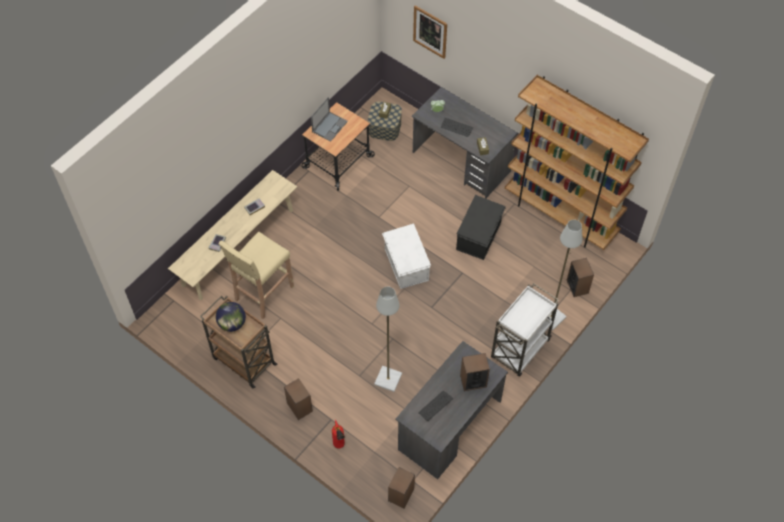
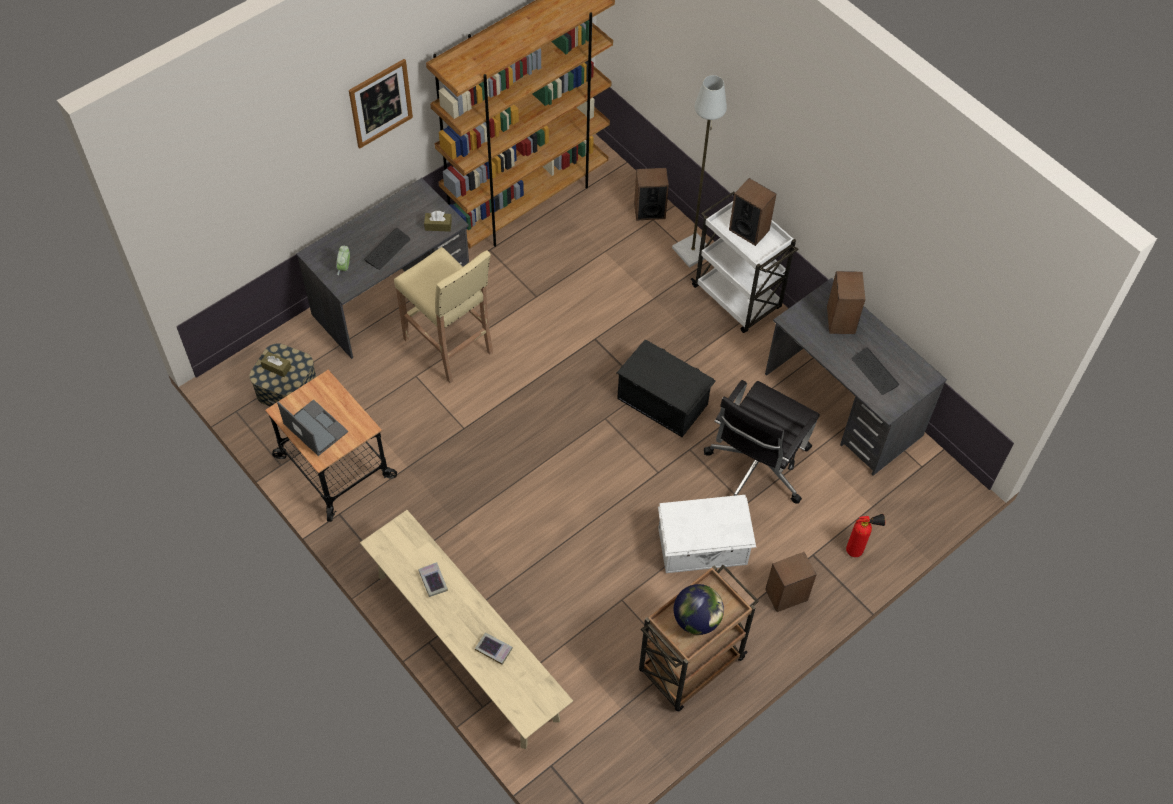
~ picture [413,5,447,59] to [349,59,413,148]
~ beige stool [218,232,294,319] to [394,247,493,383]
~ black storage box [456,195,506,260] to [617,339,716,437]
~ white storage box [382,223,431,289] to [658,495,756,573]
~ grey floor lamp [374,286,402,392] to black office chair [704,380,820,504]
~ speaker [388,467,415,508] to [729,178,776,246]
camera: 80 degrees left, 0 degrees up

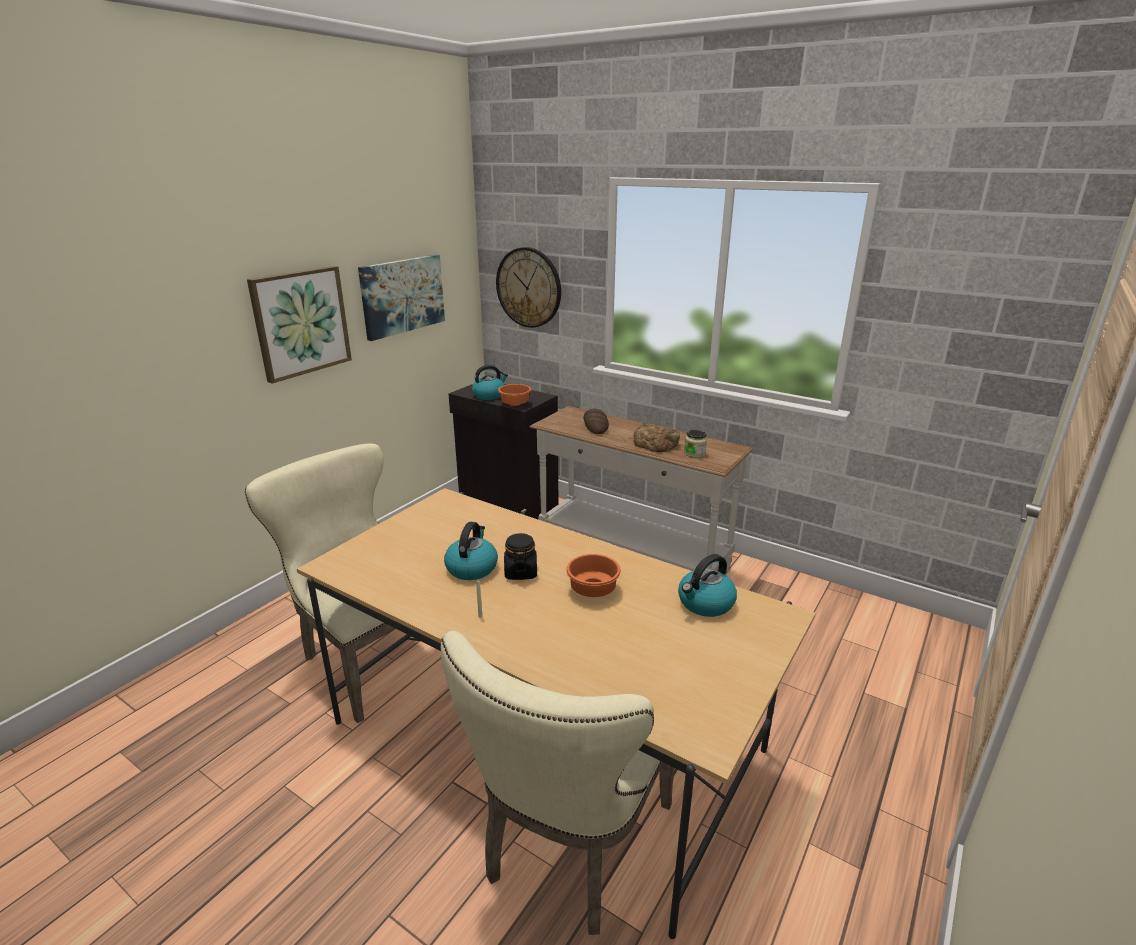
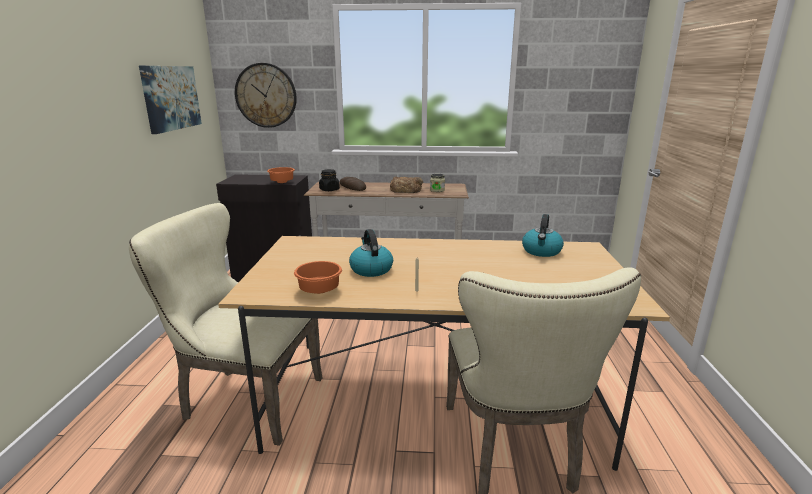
~ orange bowl [566,554,621,597] to [294,261,342,294]
~ black jar [504,533,537,580] to [319,169,340,191]
- picture [247,266,352,384]
- kettle [472,365,508,400]
camera: 30 degrees left, 5 degrees down

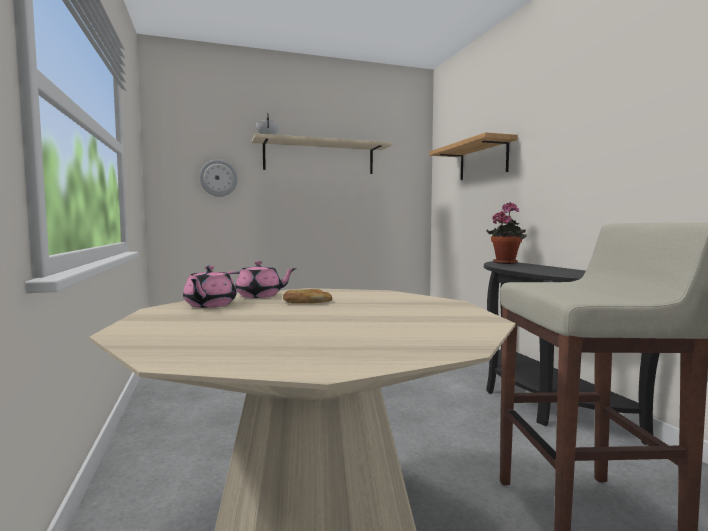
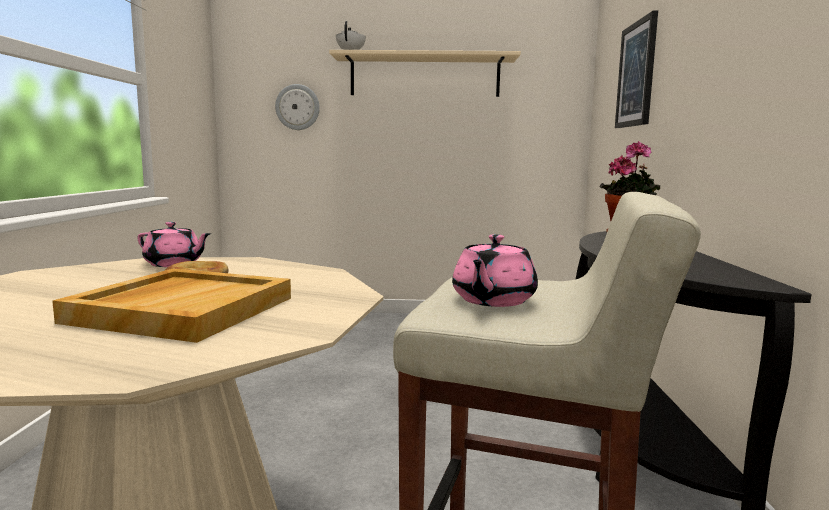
+ beige tray [52,269,291,343]
~ pink teapot [183,266,236,308] to [452,234,538,307]
~ shelf [429,132,518,180] to picture [615,11,658,128]
camera: 20 degrees right, 5 degrees up

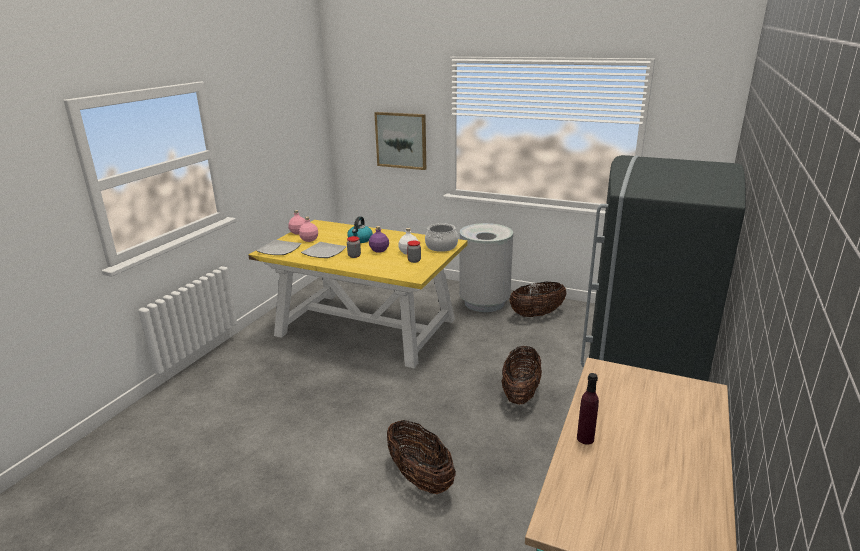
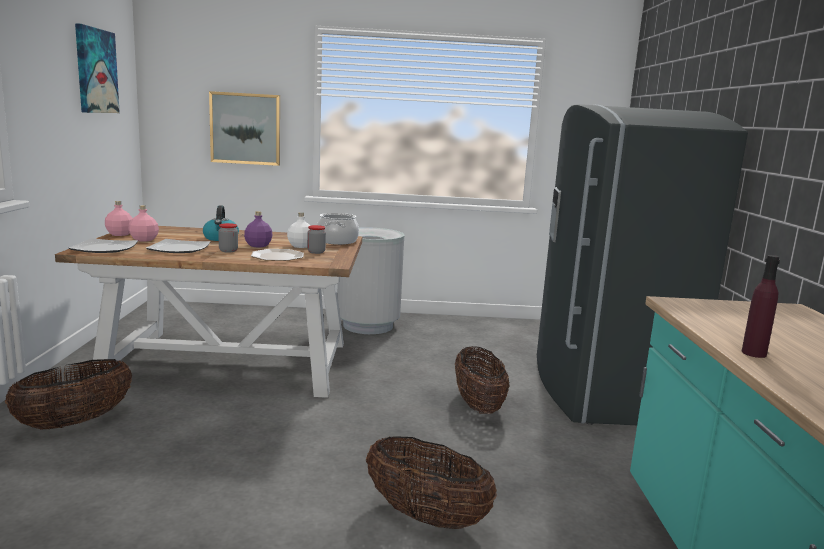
~ basket [509,282,567,317] to [5,359,132,430]
~ yellow dining table [248,220,468,368] to brown dining table [55,226,362,398]
+ picture [75,23,120,113]
+ plate [251,249,304,261]
camera: 25 degrees left, 10 degrees down

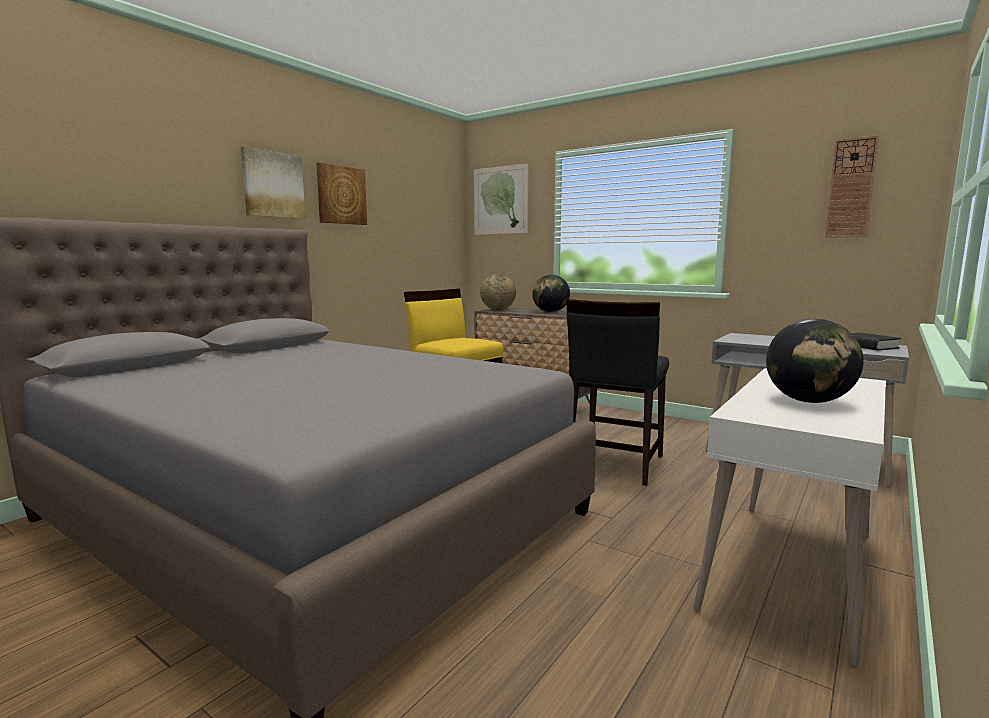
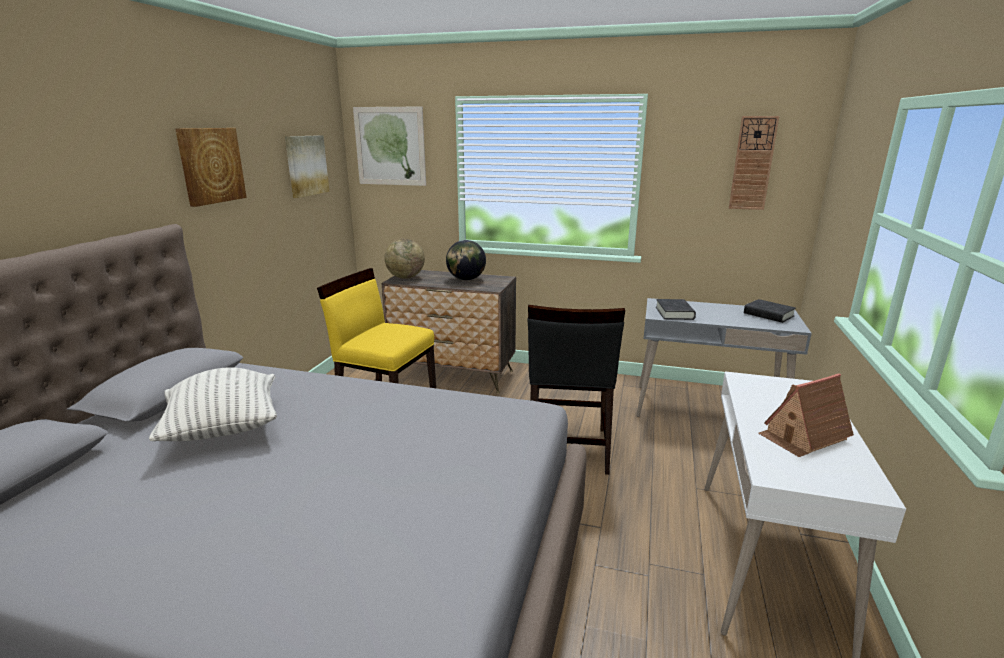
+ pillow [149,367,277,441]
~ picture [241,146,306,219] to [285,135,329,198]
+ black book [656,299,696,320]
~ globe [766,319,863,403] to toy house [758,373,854,457]
camera: 20 degrees left, 10 degrees up

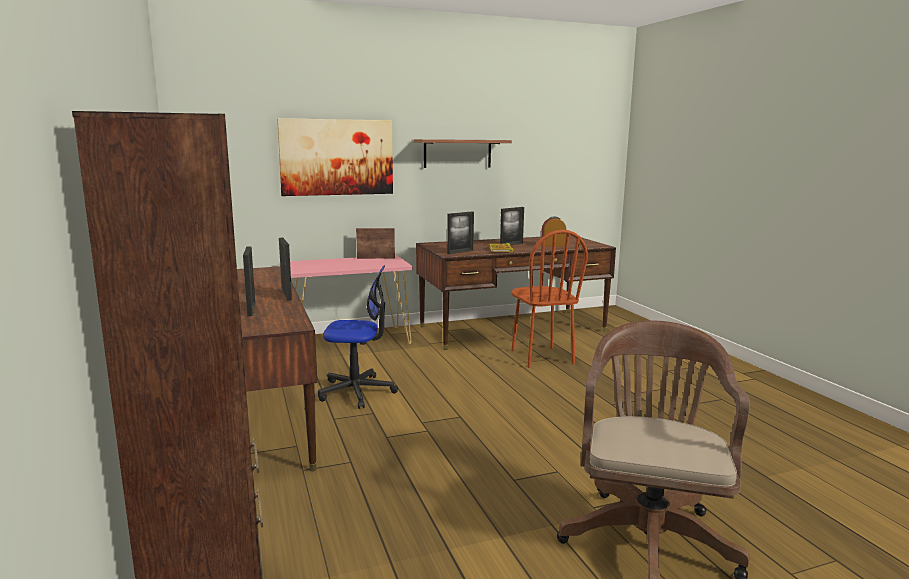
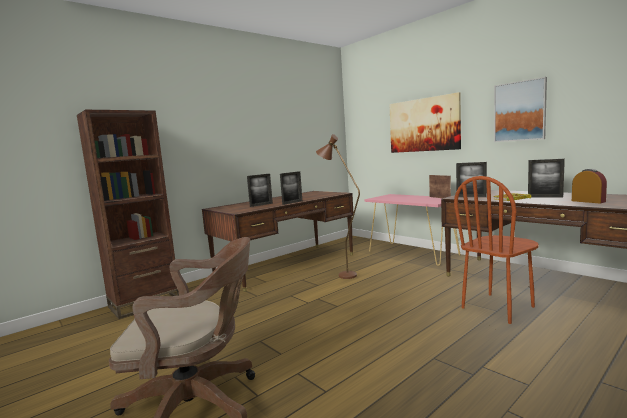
~ office chair [318,265,398,409] to brown floor lamp [316,134,360,279]
~ shelf [414,139,512,168] to picture [494,77,547,142]
camera: 70 degrees right, 5 degrees down

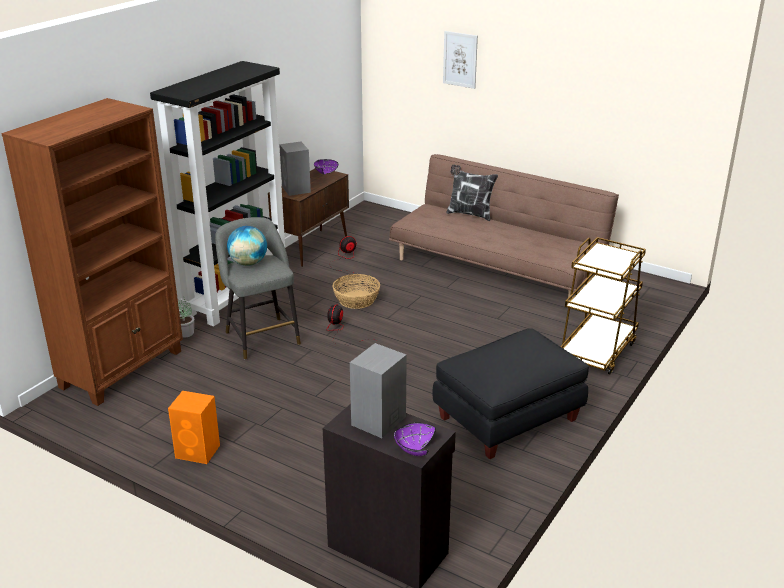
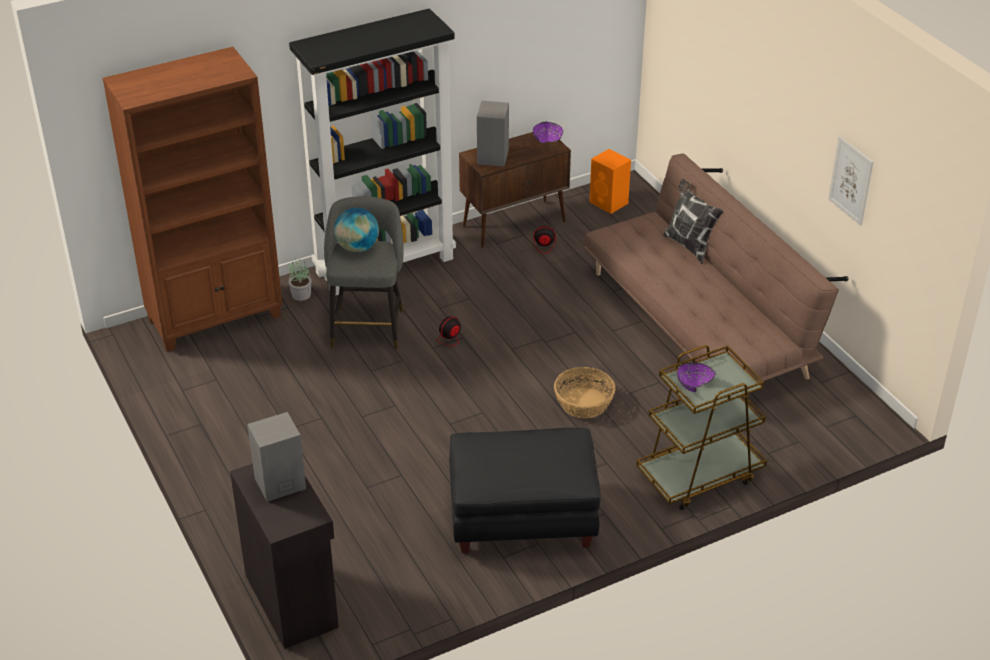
~ basket [332,274,380,309] to [554,367,615,418]
~ orange speaker [168,391,220,464] to [589,149,631,214]
~ purple bowl [394,423,436,456] to [677,363,716,392]
~ picture [443,31,478,89] to [828,136,873,225]
camera: 30 degrees right, 10 degrees up

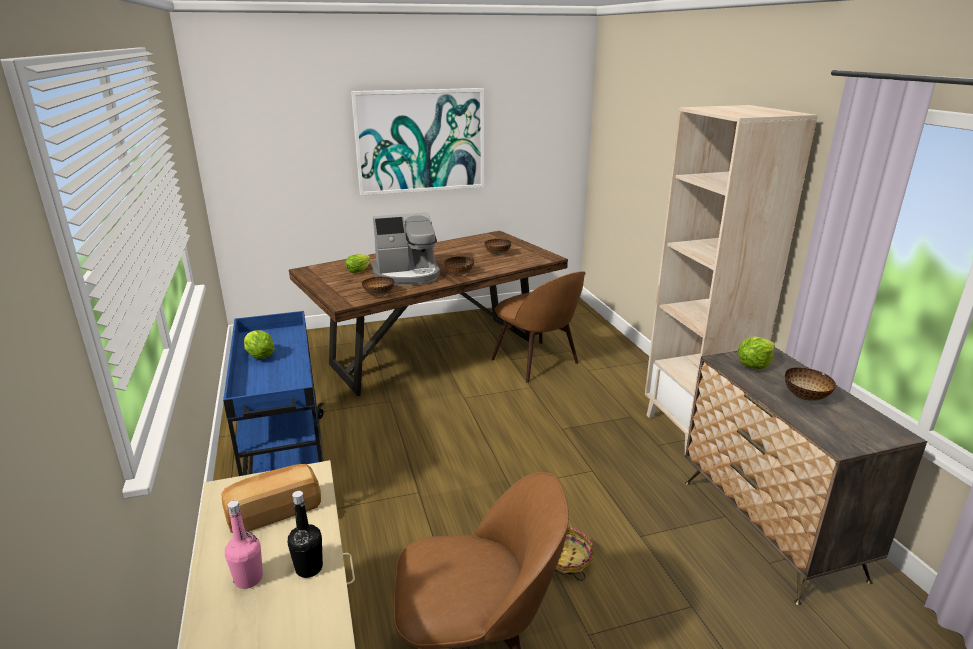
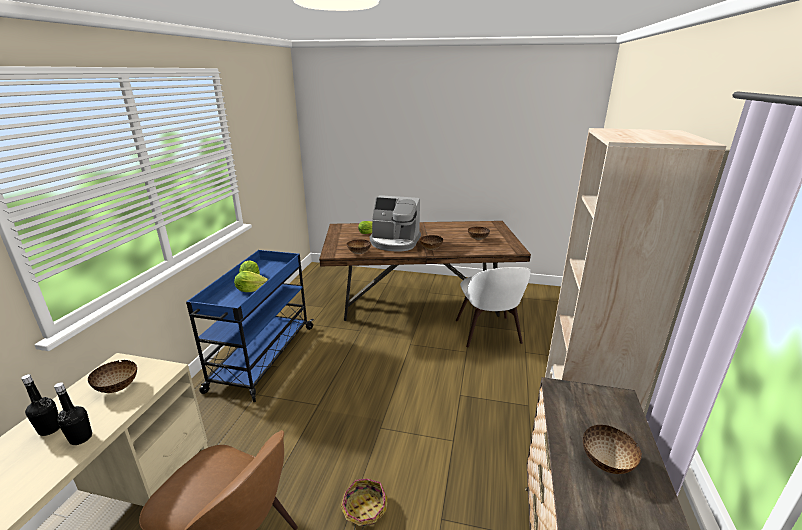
~ pink bottle [225,500,263,589] to black bottle [21,374,60,436]
~ bread [221,464,321,533] to bowl [88,360,137,393]
~ lettuce [738,337,775,369] to [234,271,268,292]
~ brown chair [491,271,586,383] to white chair [456,267,531,347]
- picture [351,88,484,195]
camera: 30 degrees right, 0 degrees up

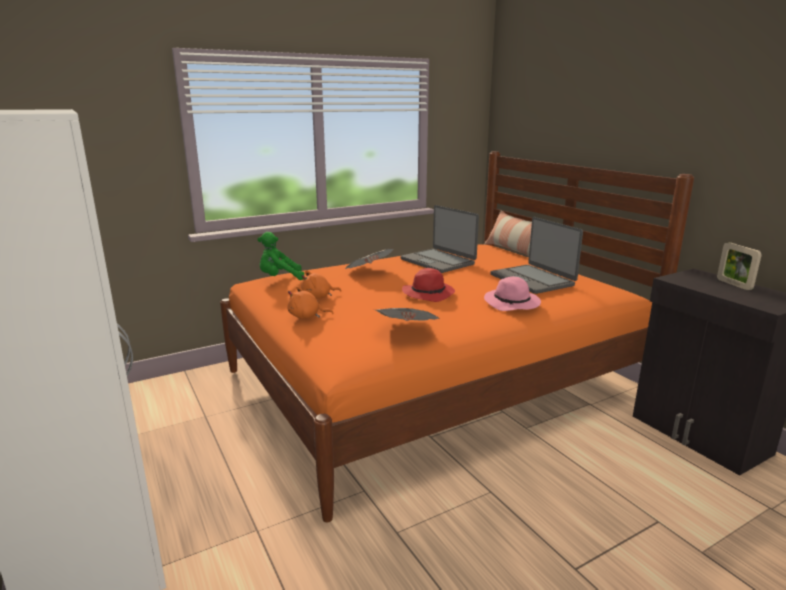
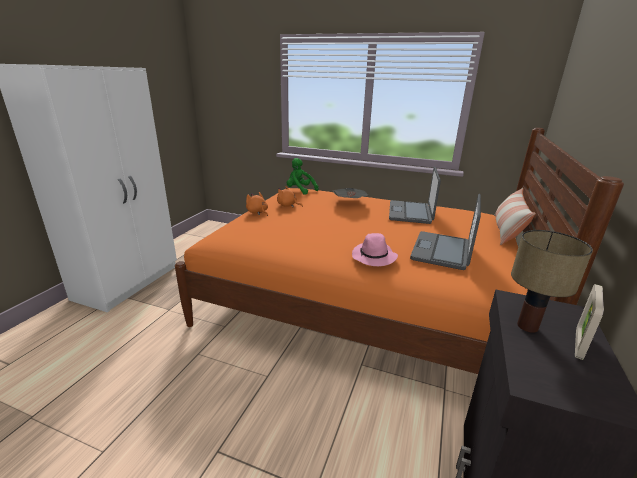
+ table lamp [511,230,593,333]
- newspaper [376,308,439,321]
- red hat [402,268,455,302]
camera: 50 degrees right, 5 degrees up

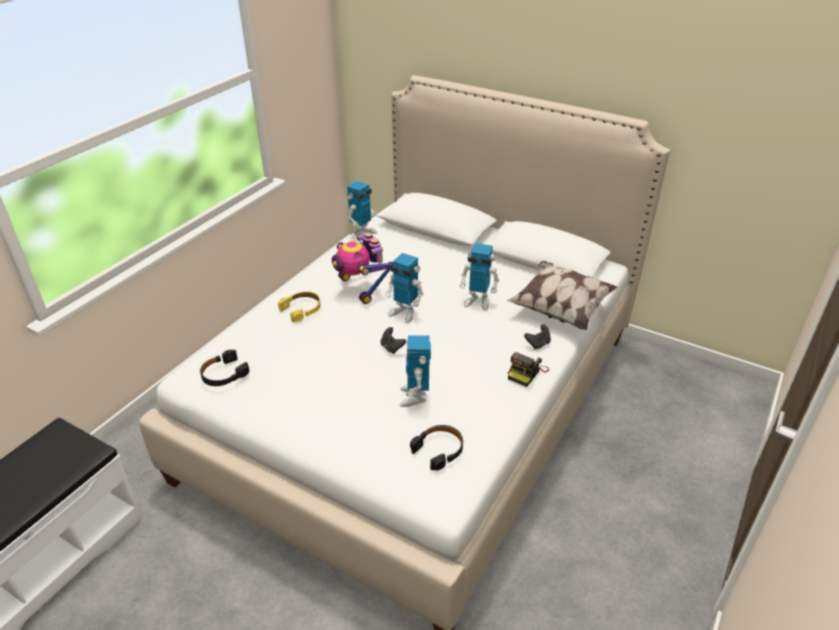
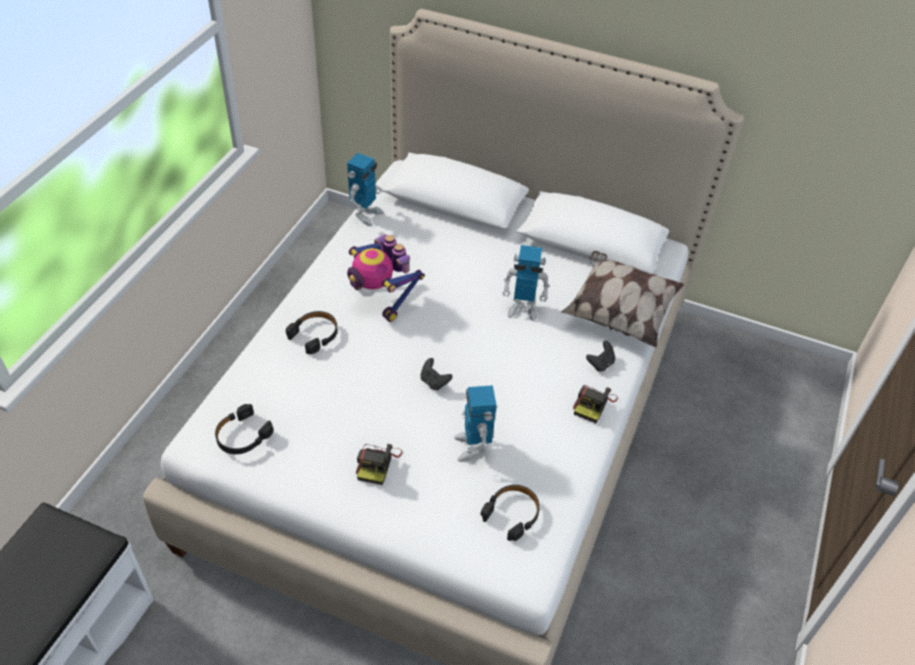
~ yellow headphones [278,291,321,322] to black headphones [286,311,337,354]
+ photo camera [356,444,402,485]
- toy robot [385,253,424,323]
camera: 10 degrees left, 10 degrees up

